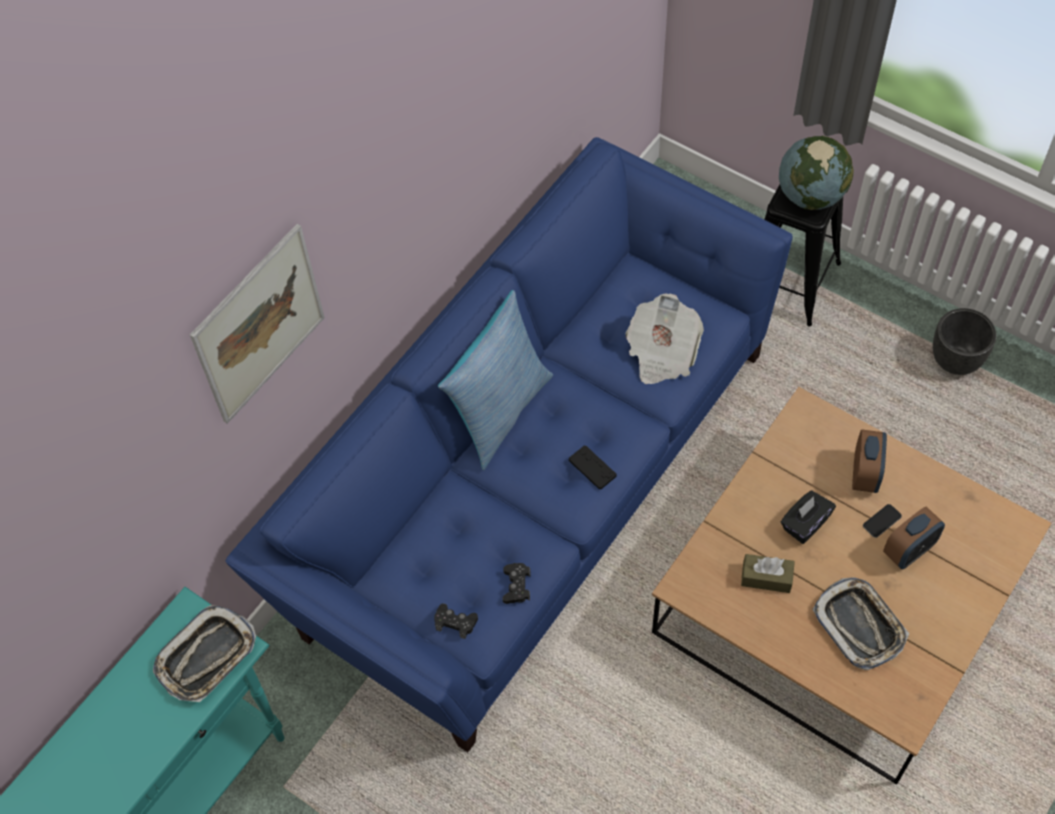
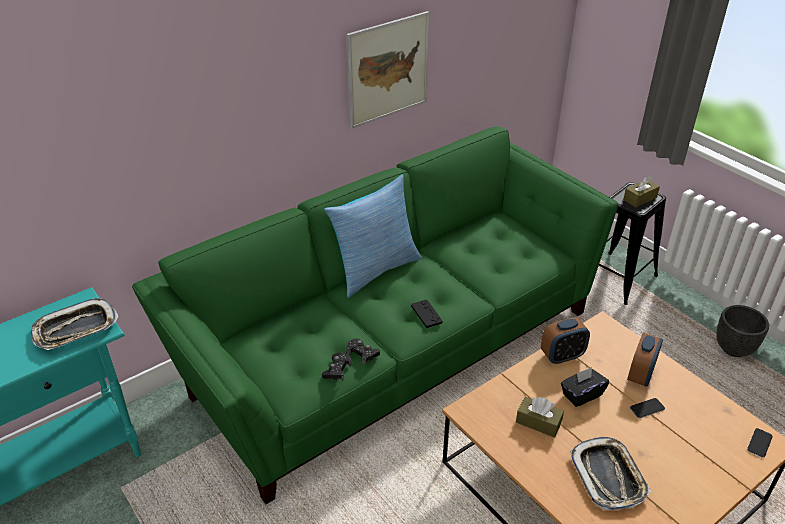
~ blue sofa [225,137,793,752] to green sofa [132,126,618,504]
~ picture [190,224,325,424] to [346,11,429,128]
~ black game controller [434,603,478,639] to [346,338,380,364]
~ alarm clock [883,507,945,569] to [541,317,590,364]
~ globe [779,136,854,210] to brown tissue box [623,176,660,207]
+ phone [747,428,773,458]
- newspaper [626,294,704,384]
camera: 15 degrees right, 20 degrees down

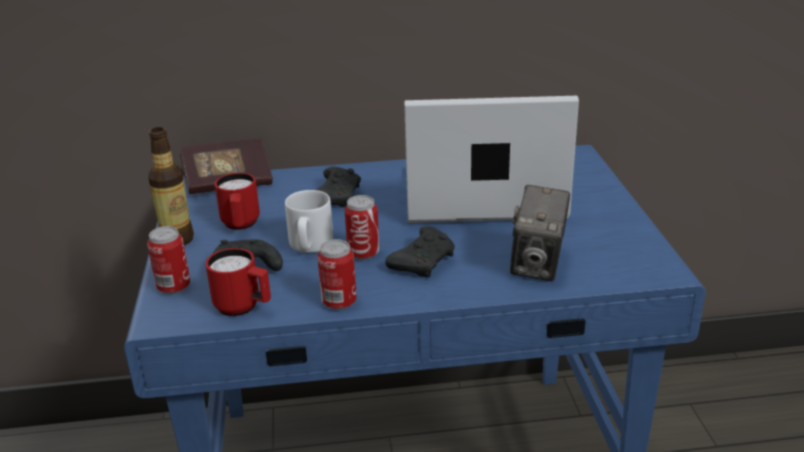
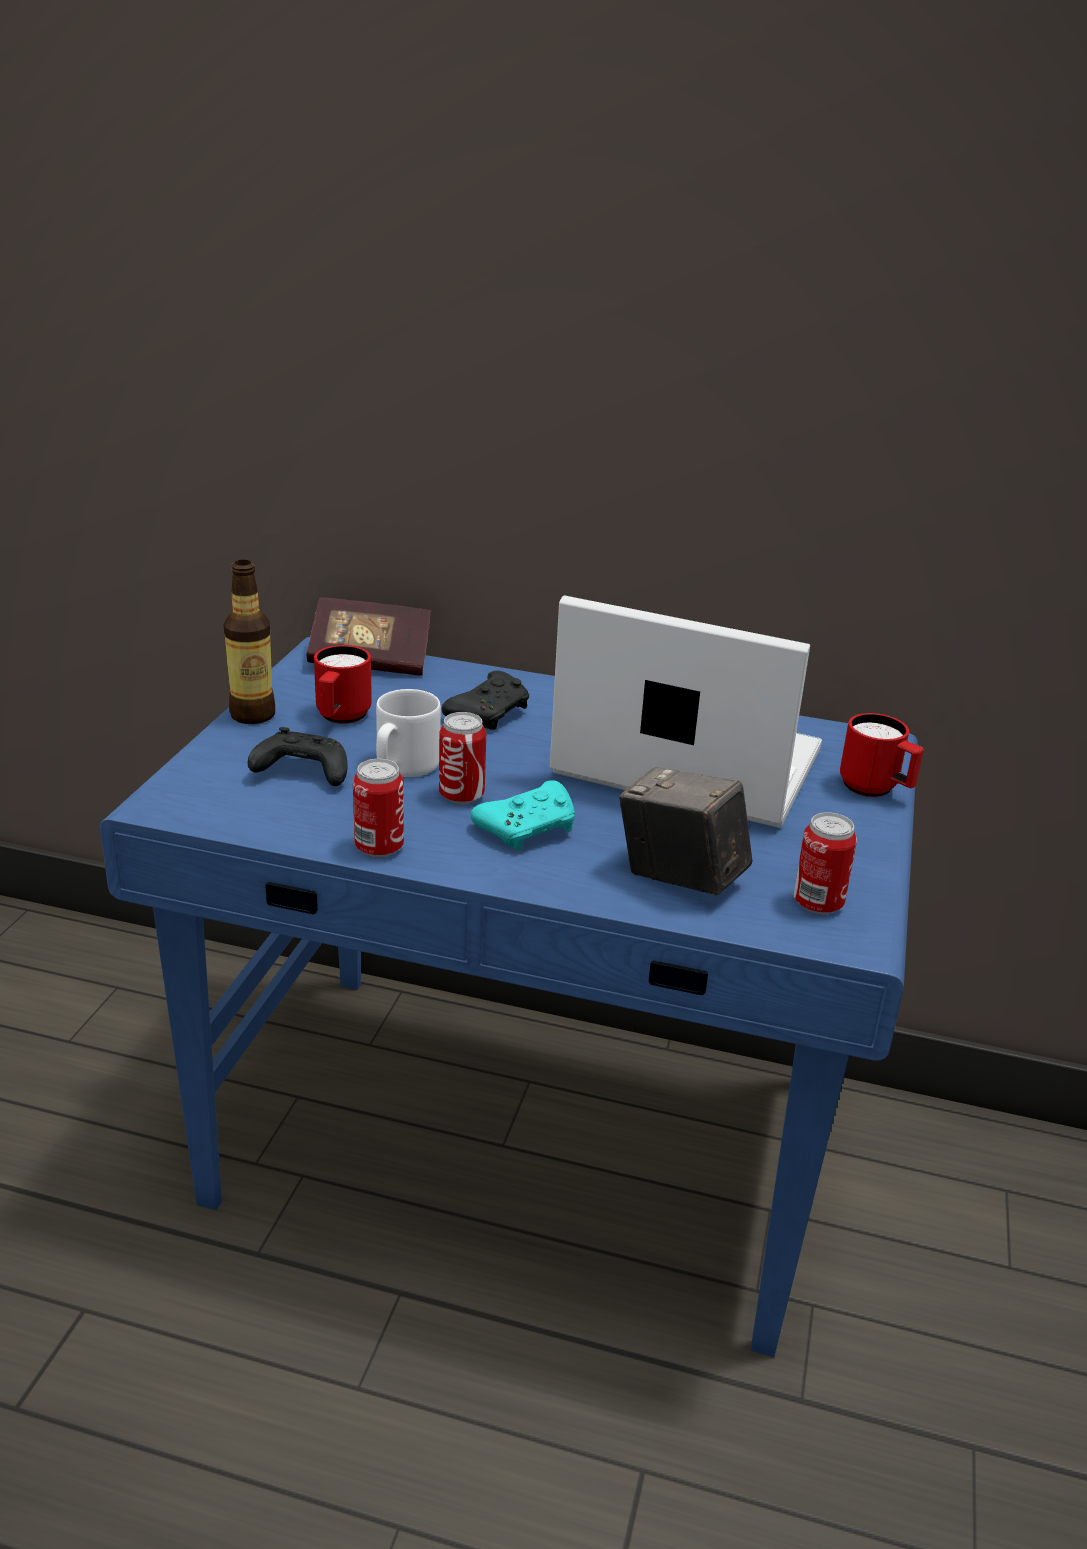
~ black game controller [385,226,455,278] to turquoise game controller [470,780,575,850]
~ photo camera [510,185,570,281] = [619,767,752,896] 90 degrees clockwise
~ can [147,226,190,294] to [794,812,857,914]
~ red mug [205,248,271,316] to [840,713,924,797]
camera: 20 degrees right, 0 degrees up

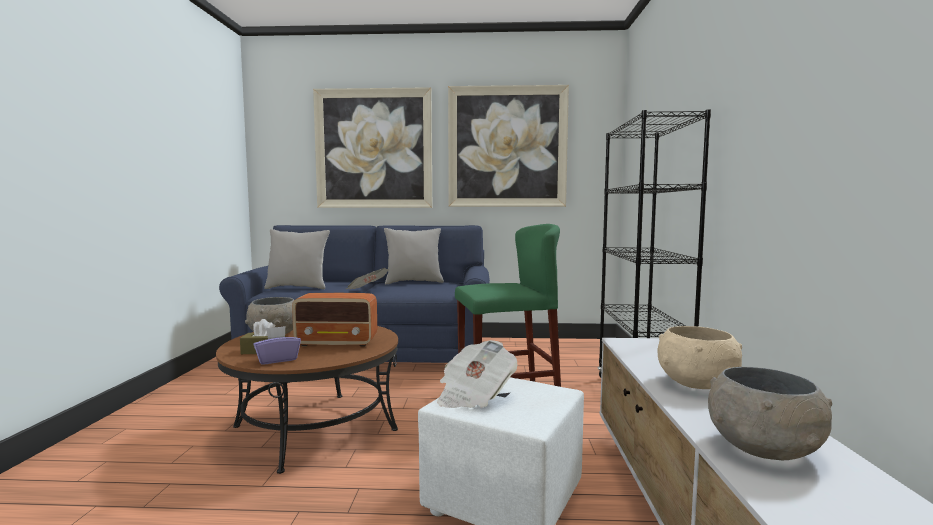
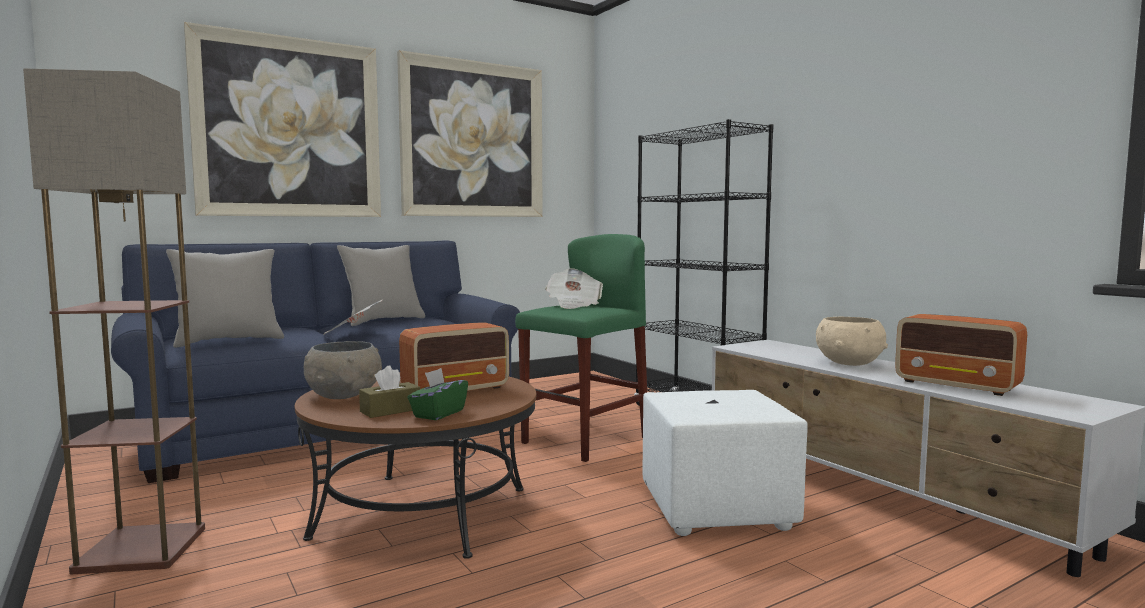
+ floor lamp [23,68,205,574]
~ purple tissue box [253,326,301,365] to green tissue box [407,368,468,420]
~ newspaper [437,340,518,408] to [545,268,603,309]
~ grey bowl [708,367,832,460] to radio [895,314,1027,396]
camera: 35 degrees left, 0 degrees up

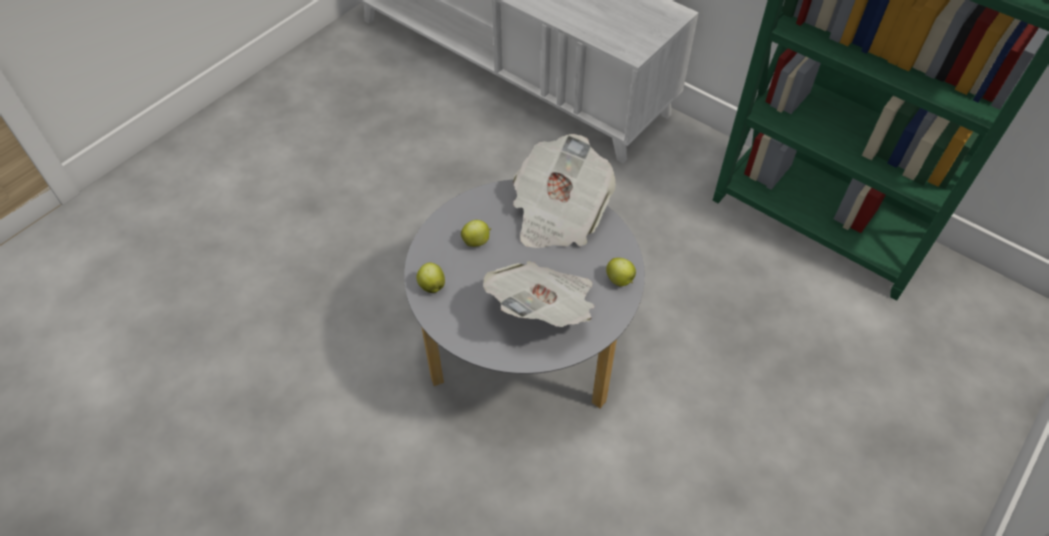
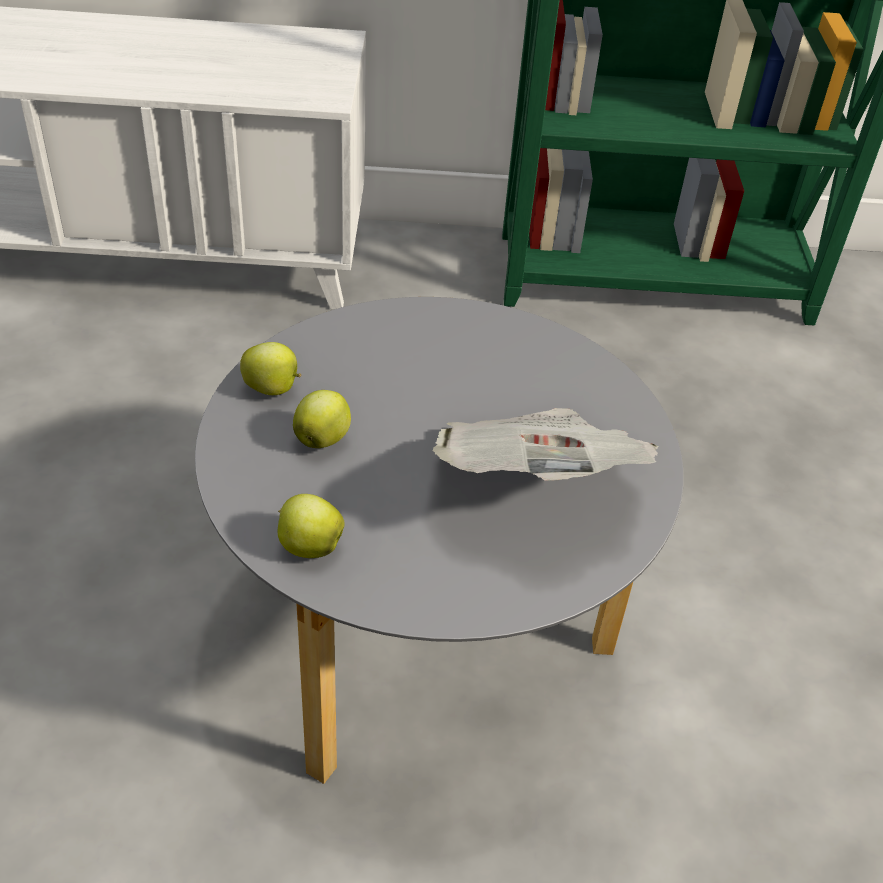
~ apple [606,258,636,286] to [240,342,302,395]
- newspaper [513,134,616,248]
camera: 40 degrees left, 10 degrees down

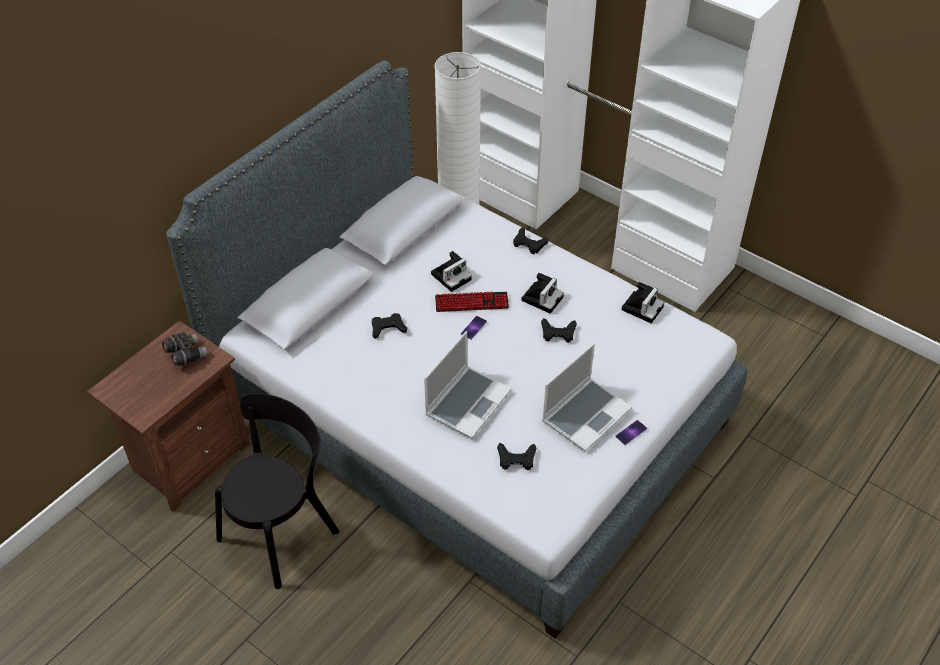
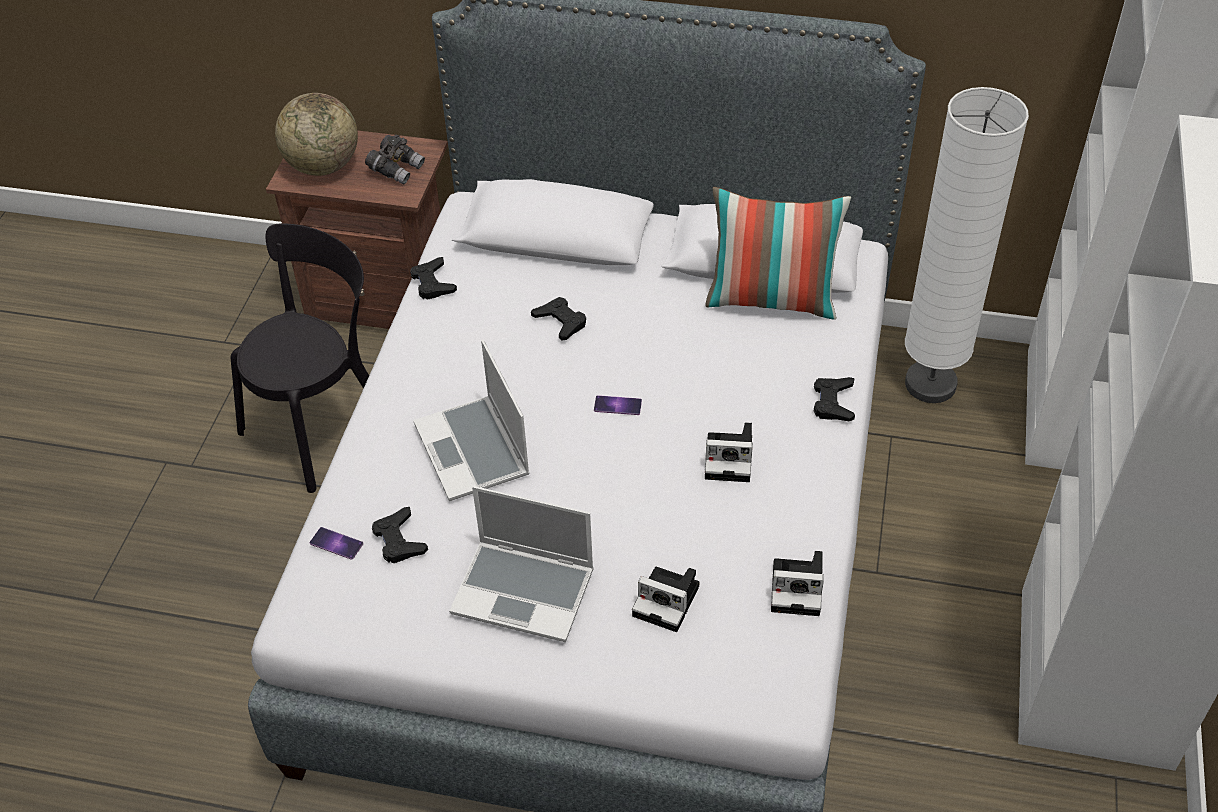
~ black chair [215,393,339,589] = [231,223,369,493] 60 degrees counterclockwise
+ globe [275,93,358,176]
~ phone [615,420,647,445] to [310,527,363,560]
~ black game controller [541,318,577,343] to [410,257,457,300]
~ laptop [424,331,511,439] = [413,340,530,501] 60 degrees clockwise
~ photo camera [431,251,472,292] to [632,567,700,632]
+ pillow [705,187,851,320]
- keyboard [435,292,509,312]
camera: 65 degrees right, 0 degrees up

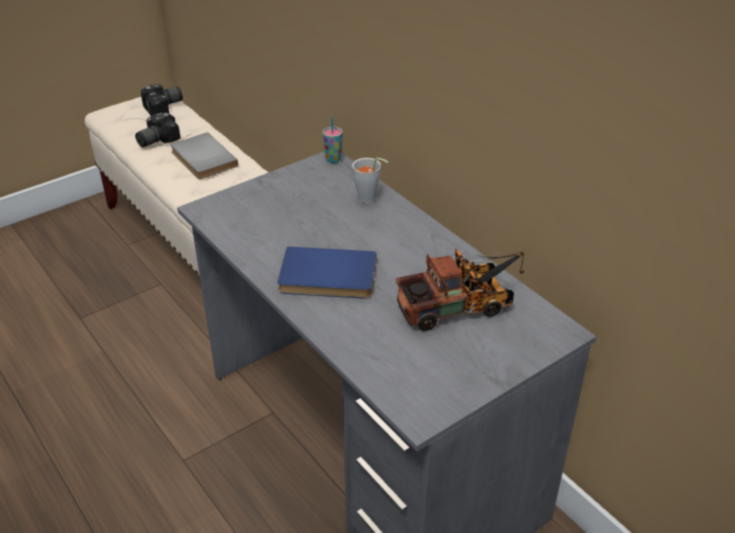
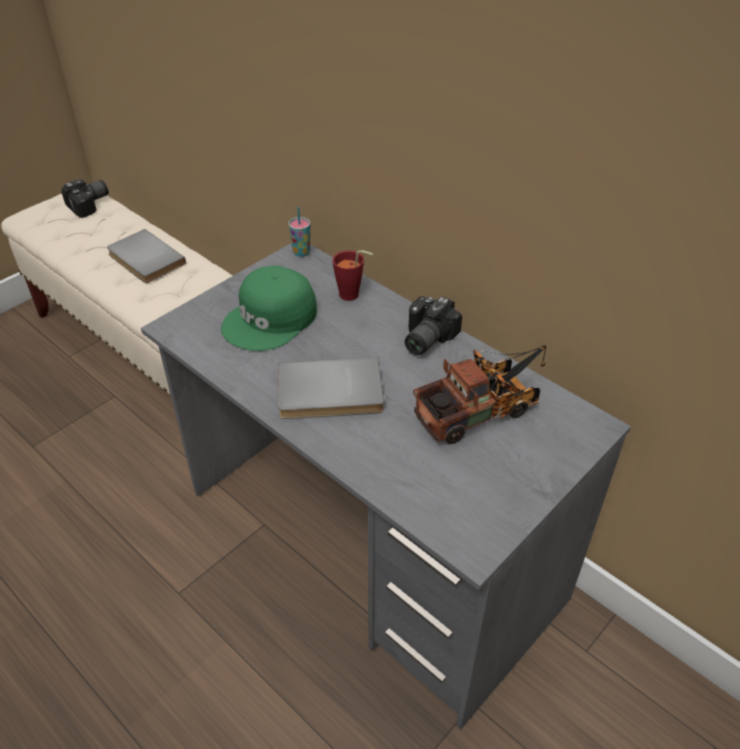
+ green cap [221,266,317,351]
~ blue book [278,247,376,299] to grey book [278,357,384,419]
~ grey cup [352,158,389,204] to red cup [332,250,374,301]
~ photo camera [135,113,181,147] to [405,296,462,356]
camera: 10 degrees left, 5 degrees up

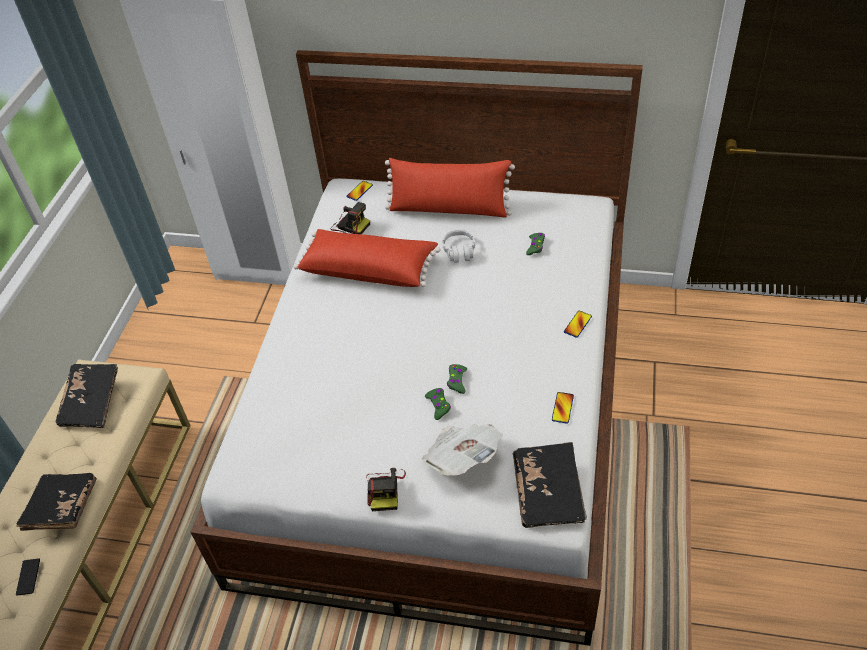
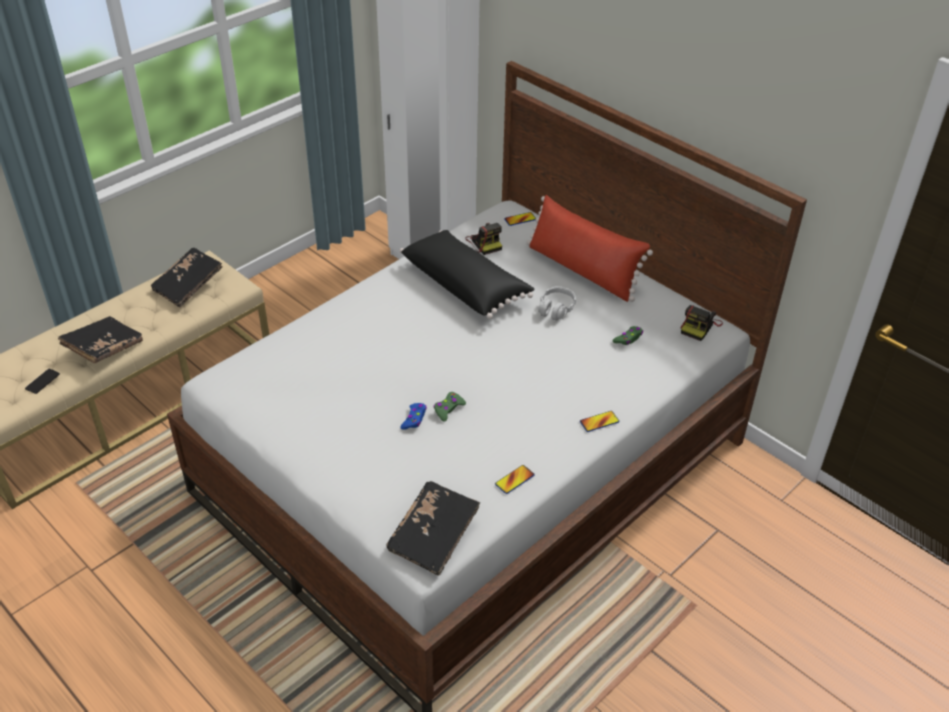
~ red pillow [293,229,441,287] to black pillow [400,230,534,319]
~ green game controller [425,388,451,420] to blue game controller [401,403,427,430]
~ photo camera [366,468,406,511] to [680,305,723,341]
- newspaper [422,424,503,476]
camera: 30 degrees right, 5 degrees down

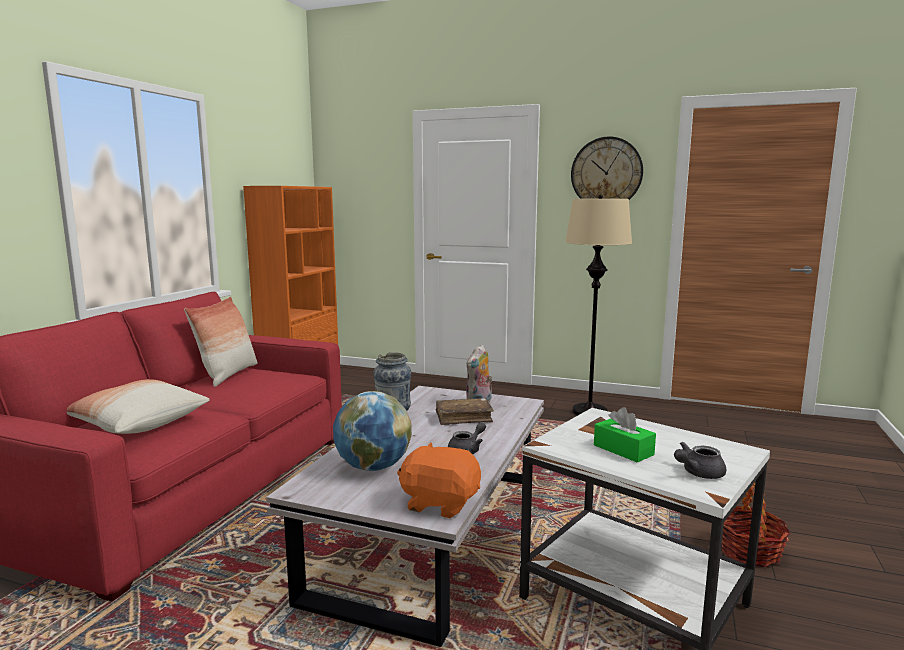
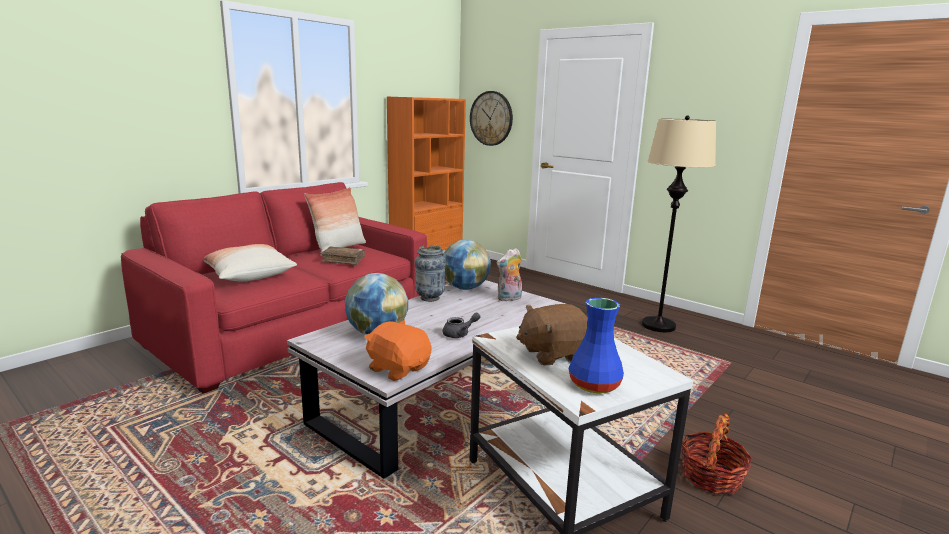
~ brown book [436,398,494,425] to [320,247,365,265]
+ globe [443,240,491,290]
~ wall clock [571,136,643,200] to [470,91,513,146]
~ green tissue box [594,407,656,463] to brown plush toy [516,304,588,366]
~ grey teapot [674,442,726,479] to blue vase [568,298,624,393]
camera: 20 degrees right, 5 degrees up

